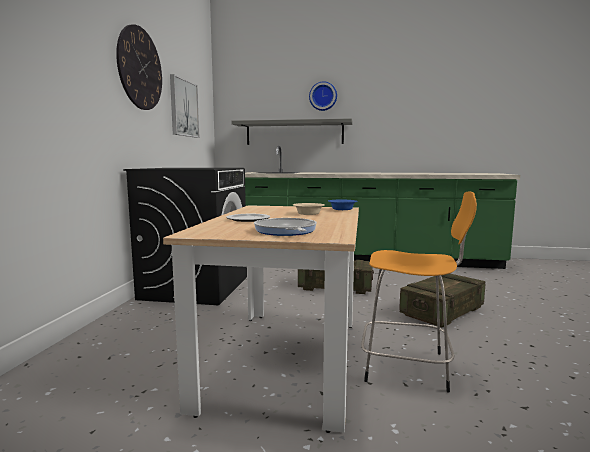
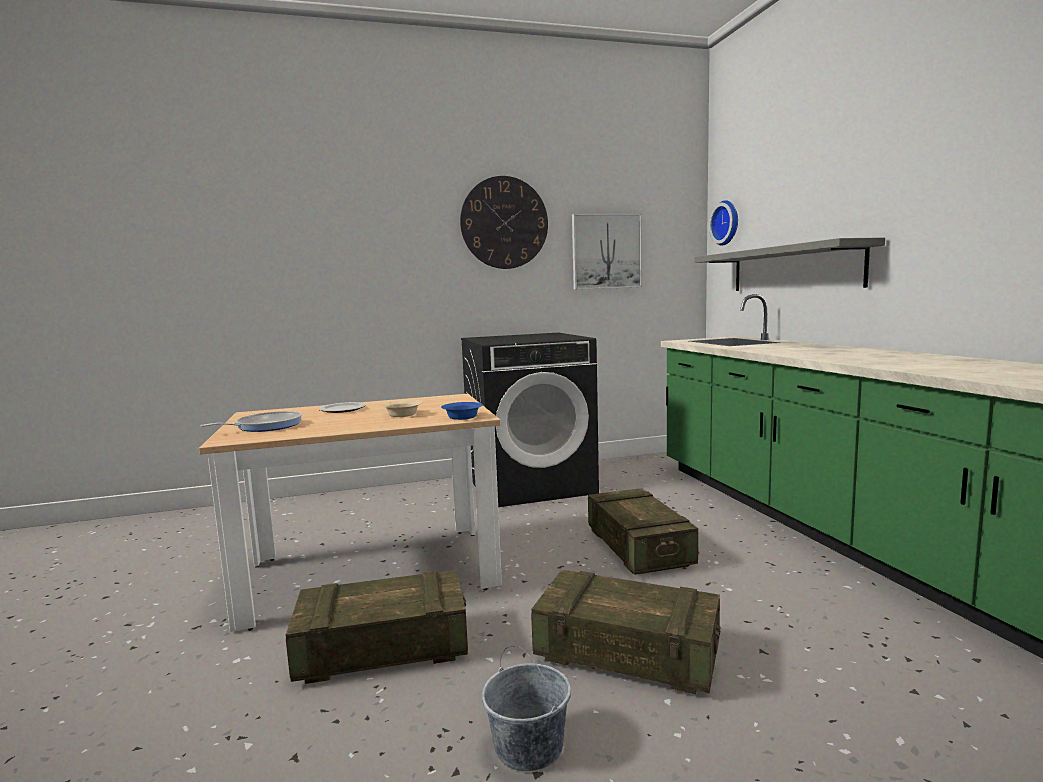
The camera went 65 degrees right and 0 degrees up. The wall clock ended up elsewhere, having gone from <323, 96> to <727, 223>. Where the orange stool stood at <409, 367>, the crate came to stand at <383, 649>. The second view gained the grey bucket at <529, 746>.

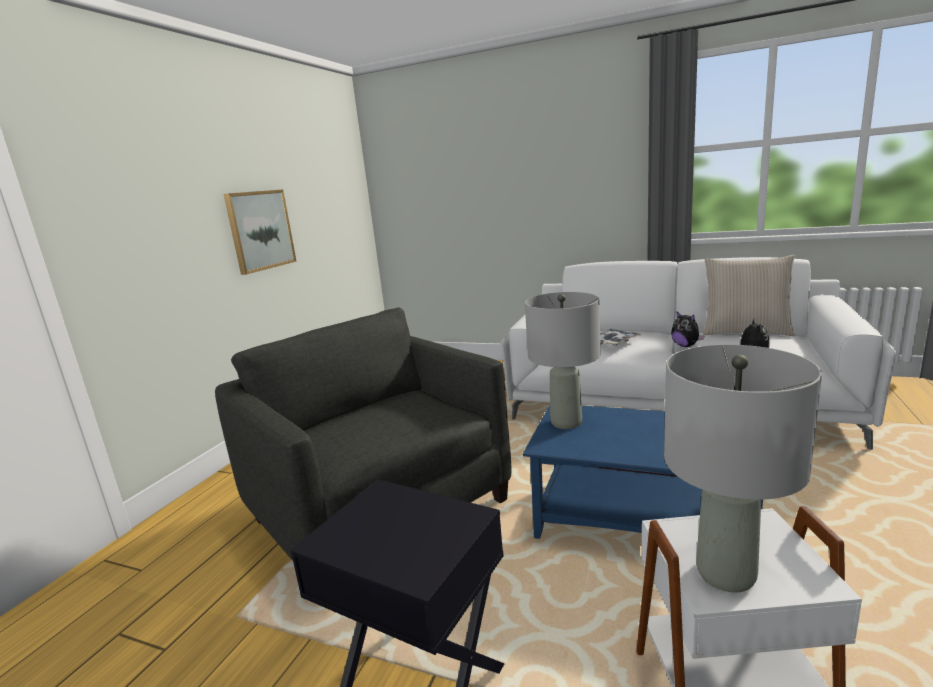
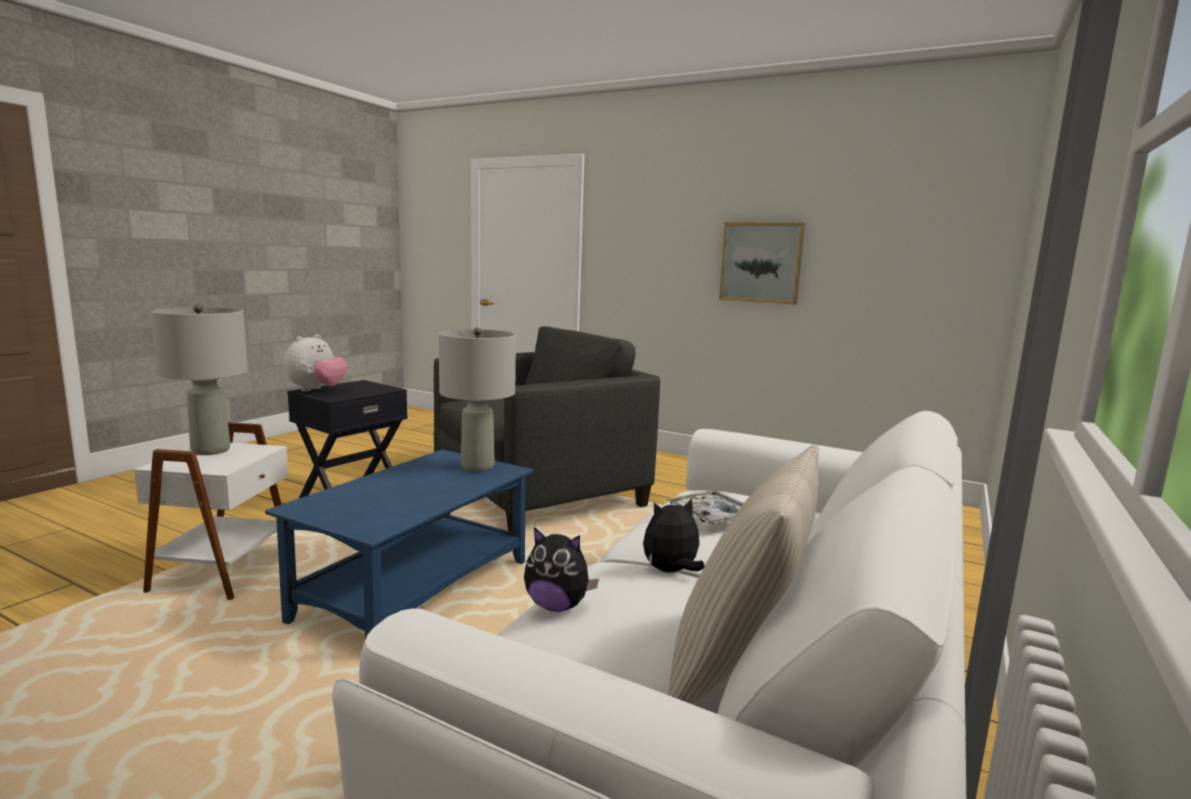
The camera went 95 degrees right and 5 degrees down. The second view gained the plush toy at <317, 390>.

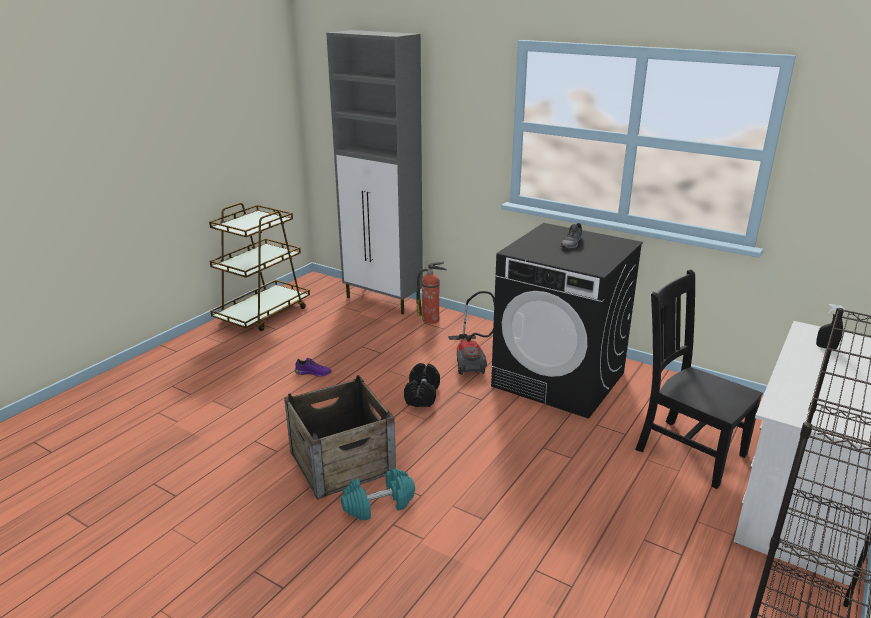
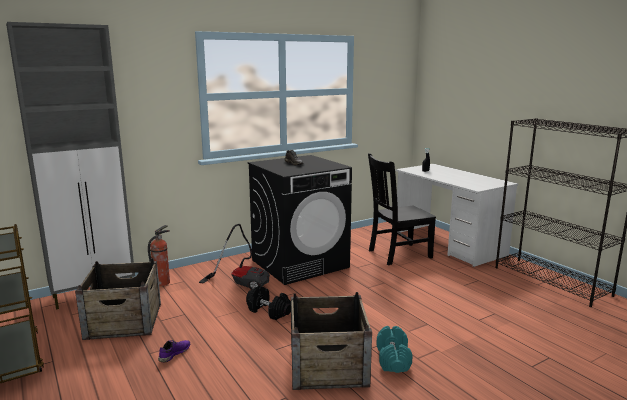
The camera went 65 degrees left and 10 degrees down. The second view gained the crate at <124, 320>.

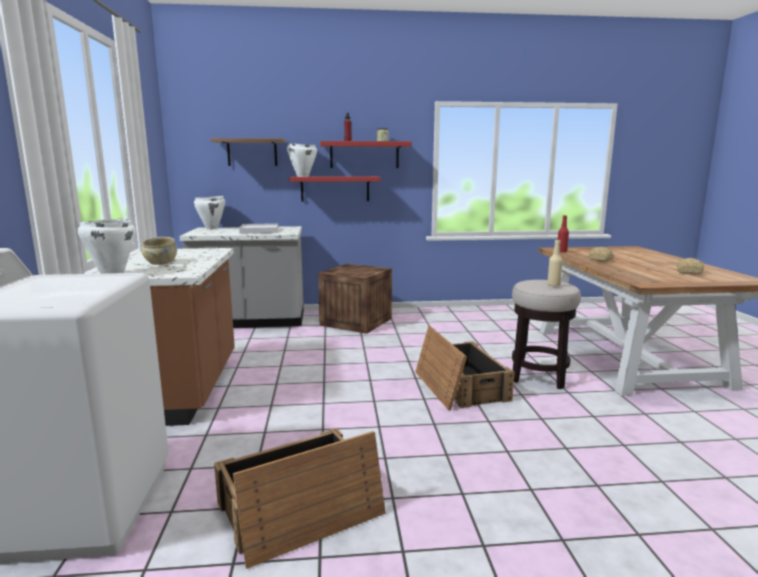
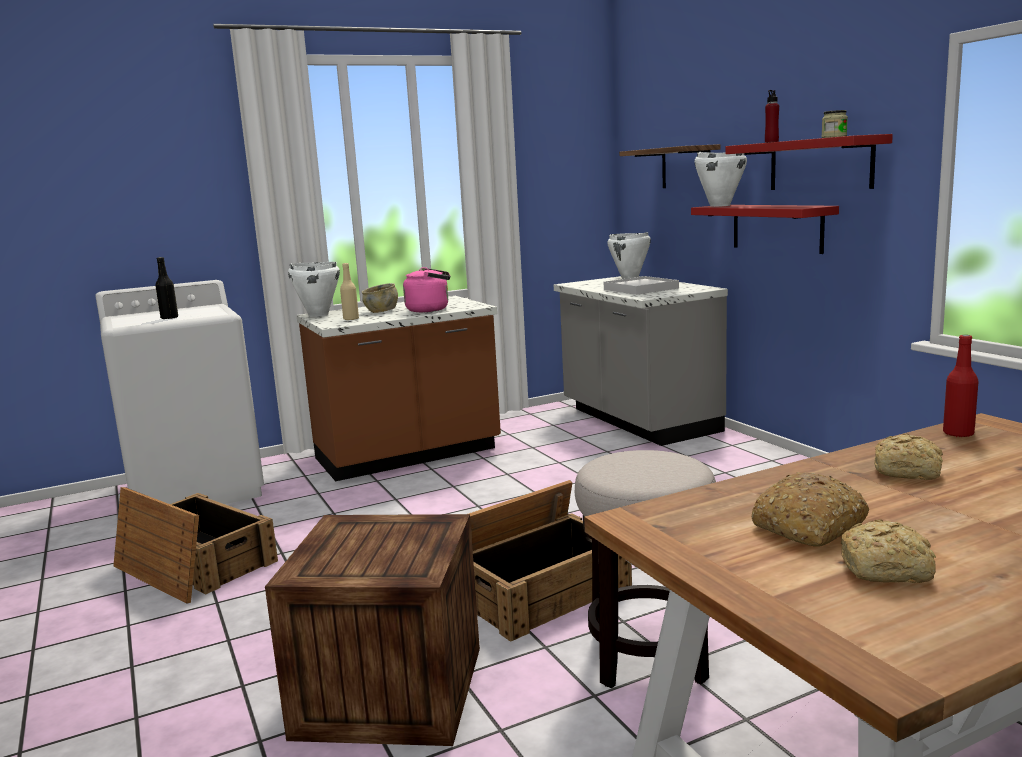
The camera went 70 degrees right and 0 degrees up. The crate ended up elsewhere, having gone from <356, 322> to <390, 691>. The beige bottle ended up elsewhere, having gone from <553, 285> to <351, 319>. The second view gained the black bottle at <169, 318>. The second view gained the pink kettle at <430, 310>. The second view gained the bread at <809, 526>.

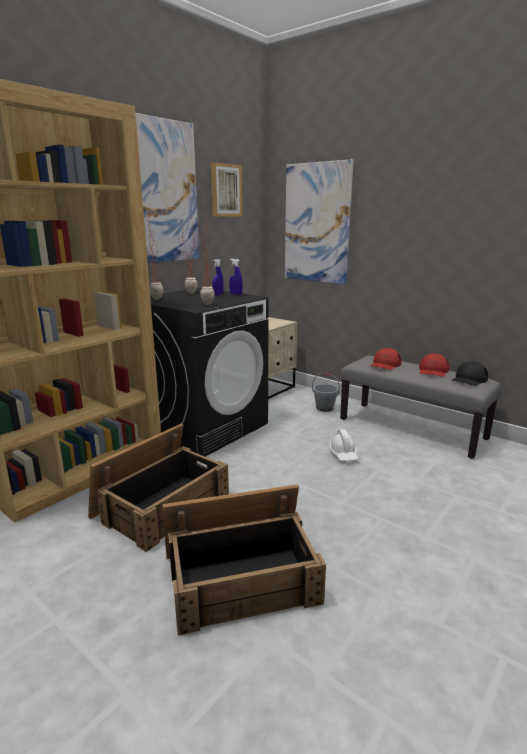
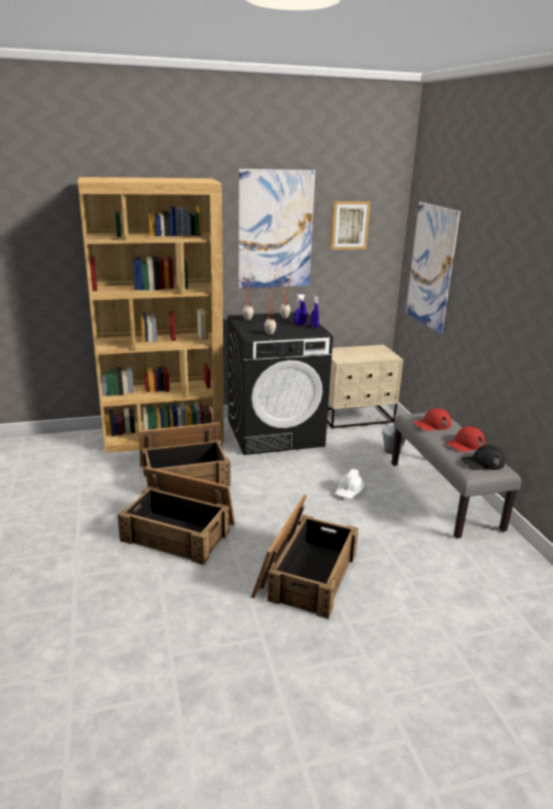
The camera went 35 degrees right and 5 degrees up. The second view gained the crate at <305, 573>.

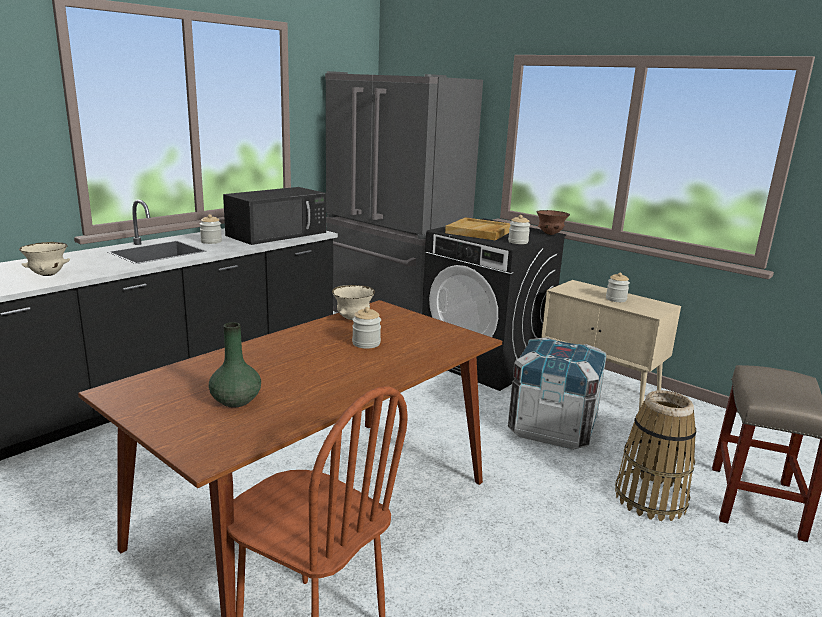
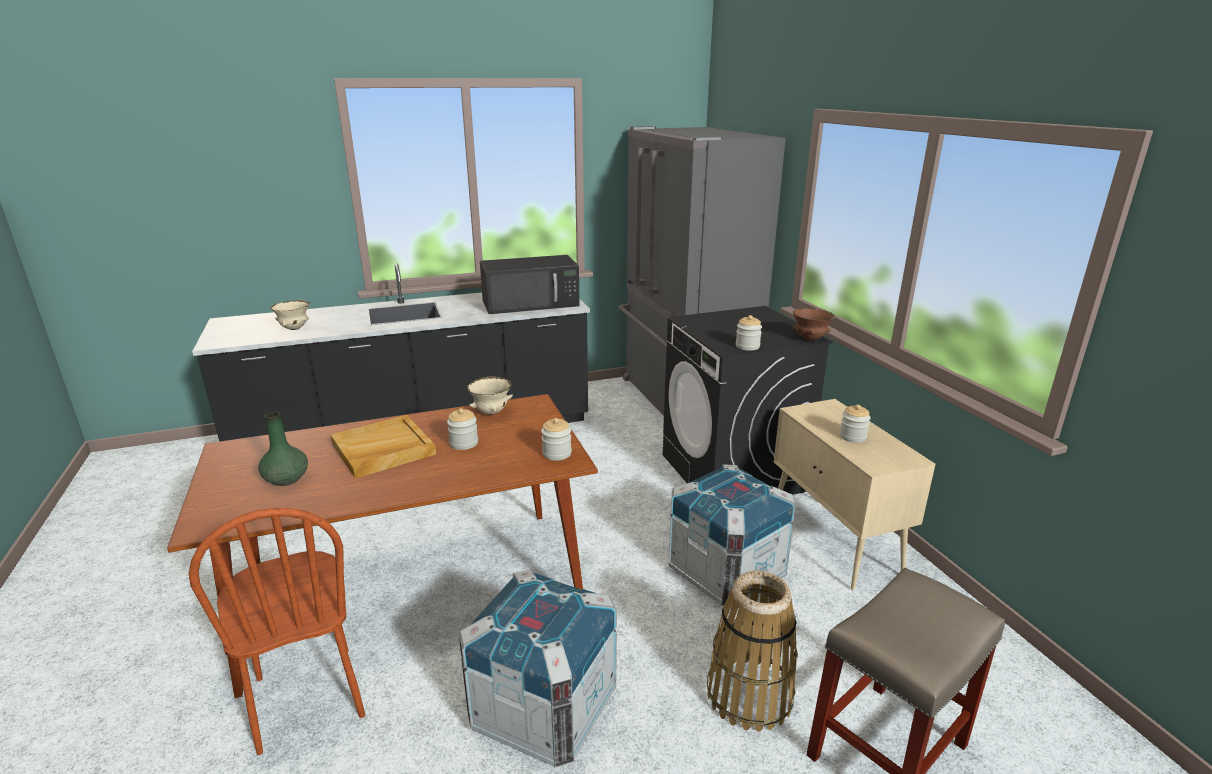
The camera went 30 degrees right and 5 degrees up. The jar ended up elsewhere, having gone from <211, 241> to <557, 453>. The beige tray ended up elsewhere, having gone from <479, 232> to <383, 449>. The second view gained the crate at <544, 709>.

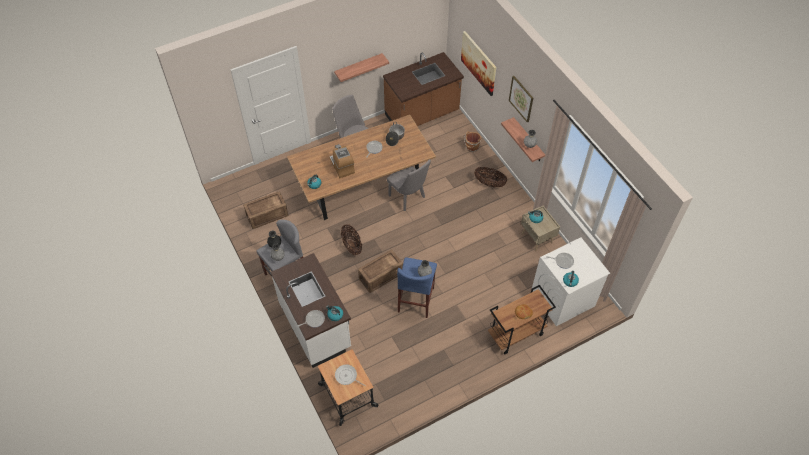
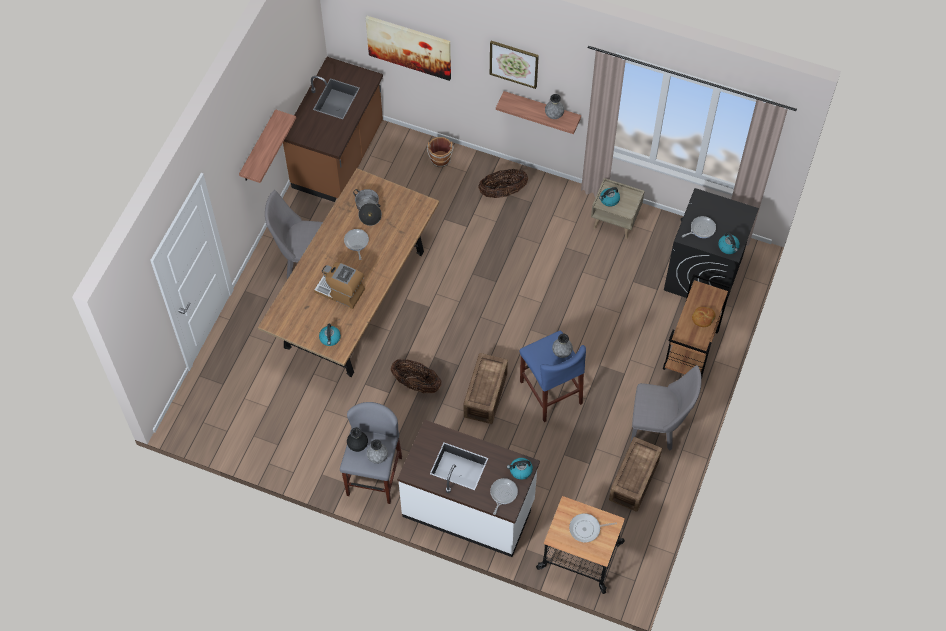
The camera went 40 degrees left and 5 degrees up. The crate ended up elsewhere, having gone from <266, 215> to <632, 480>. The grey chair ended up elsewhere, having gone from <409, 198> to <658, 428>. What was the white washing machine at <562, 299> turned into the black washing machine at <703, 274>.

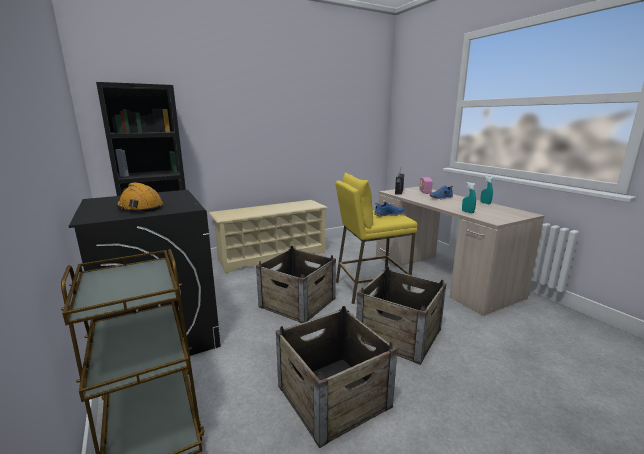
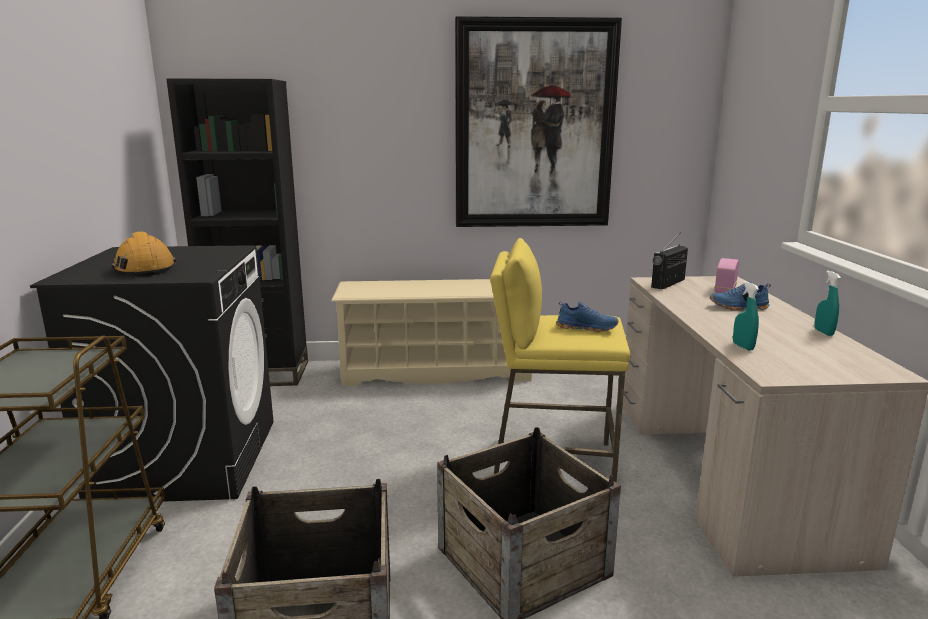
The camera went 25 degrees right and 0 degrees up. The second view lost the crate at <297, 302>. The second view gained the picture at <534, 126>.

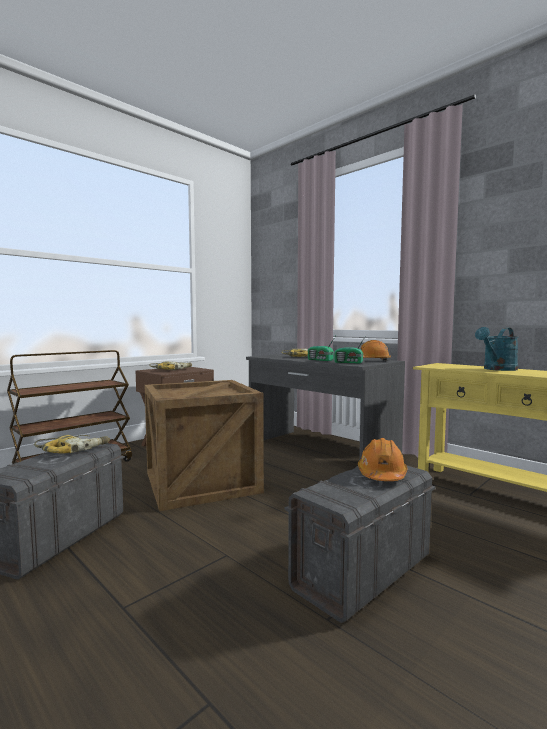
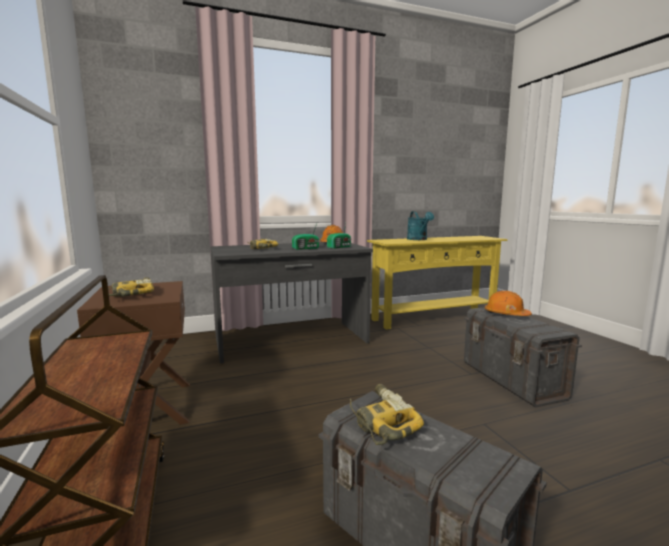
The camera went 65 degrees left and 5 degrees up. The second view lost the crate at <200, 483>.

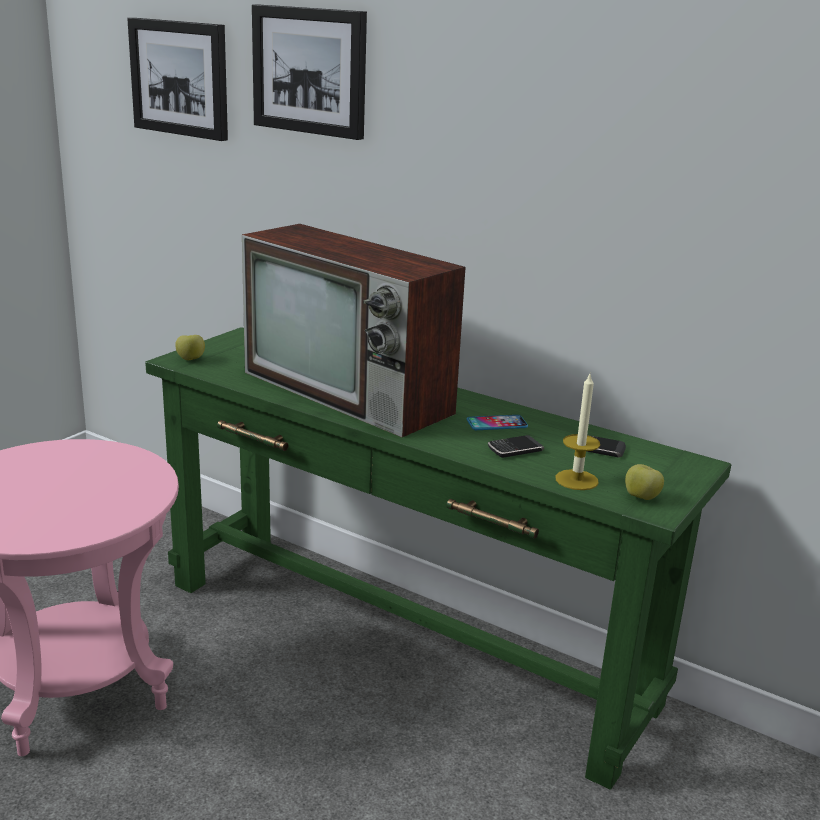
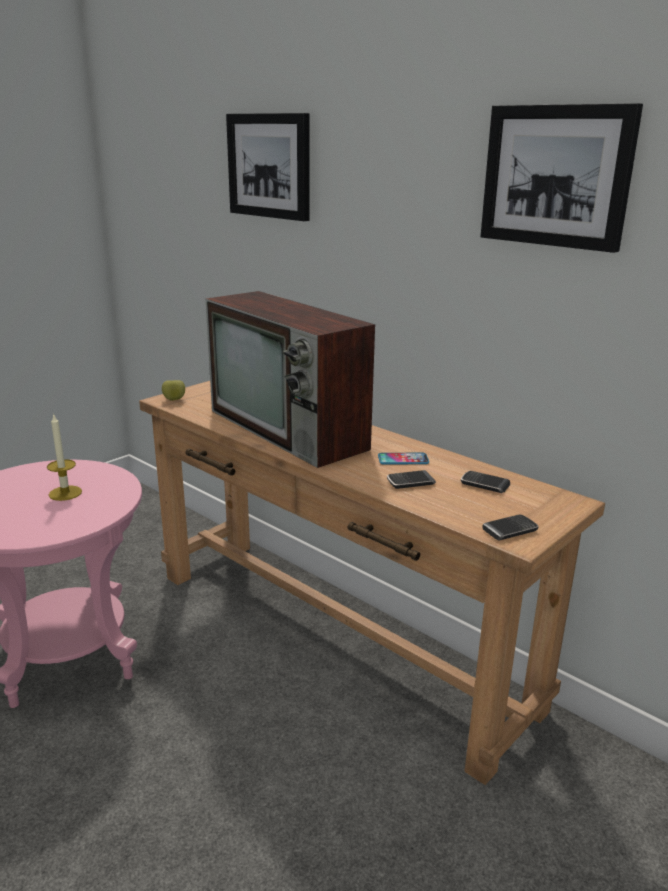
The camera went 10 degrees right and 0 degrees up. The picture ended up elsewhere, having gone from <180, 78> to <556, 176>. What was the green console table at <402, 642> turned into the brown console table at <334, 637>. The candle ended up elsewhere, having gone from <576, 480> to <65, 493>. Where the apple stood at <641, 498>, the phone came to stand at <510, 530>.

